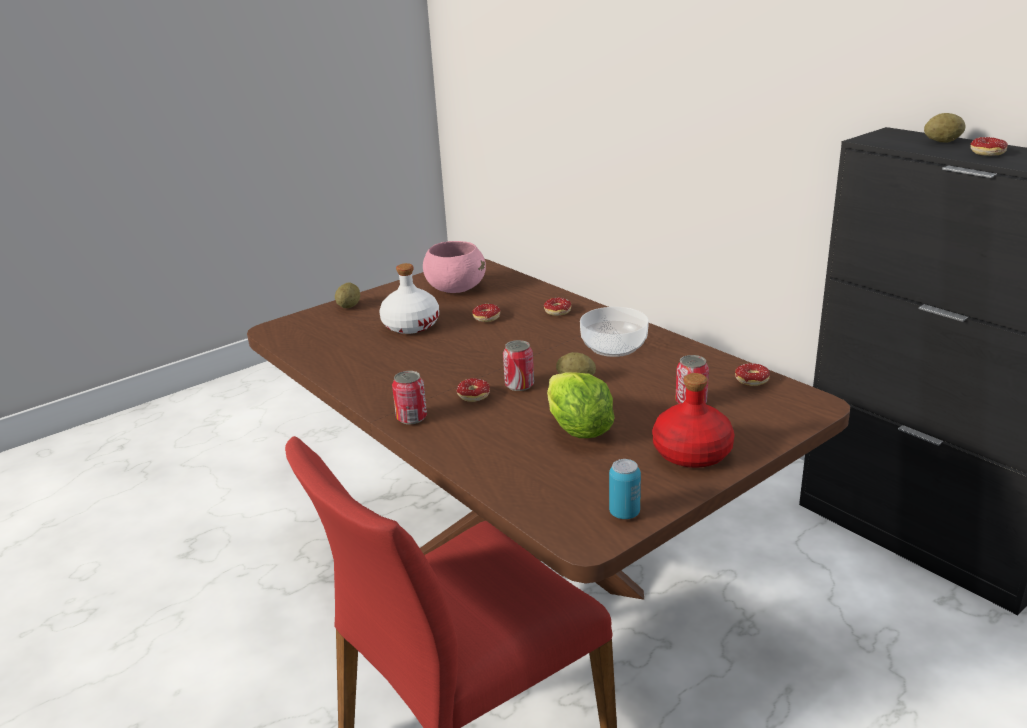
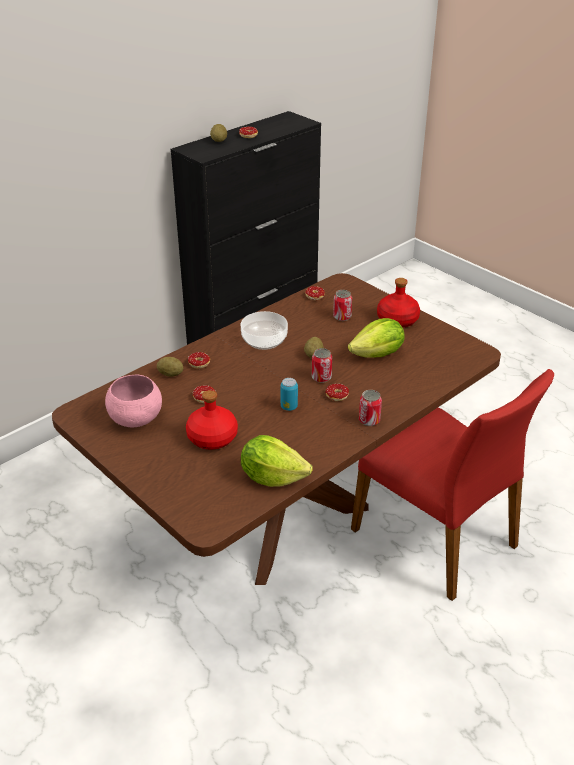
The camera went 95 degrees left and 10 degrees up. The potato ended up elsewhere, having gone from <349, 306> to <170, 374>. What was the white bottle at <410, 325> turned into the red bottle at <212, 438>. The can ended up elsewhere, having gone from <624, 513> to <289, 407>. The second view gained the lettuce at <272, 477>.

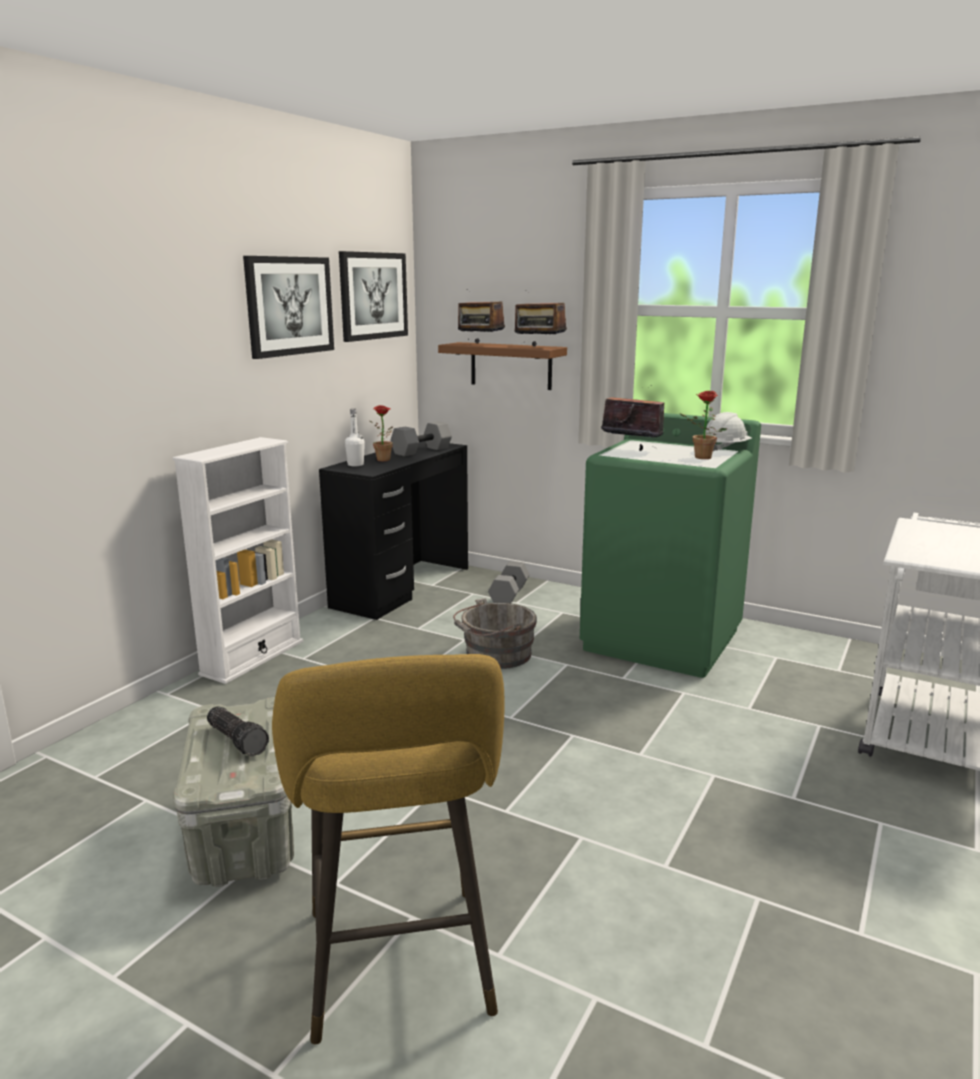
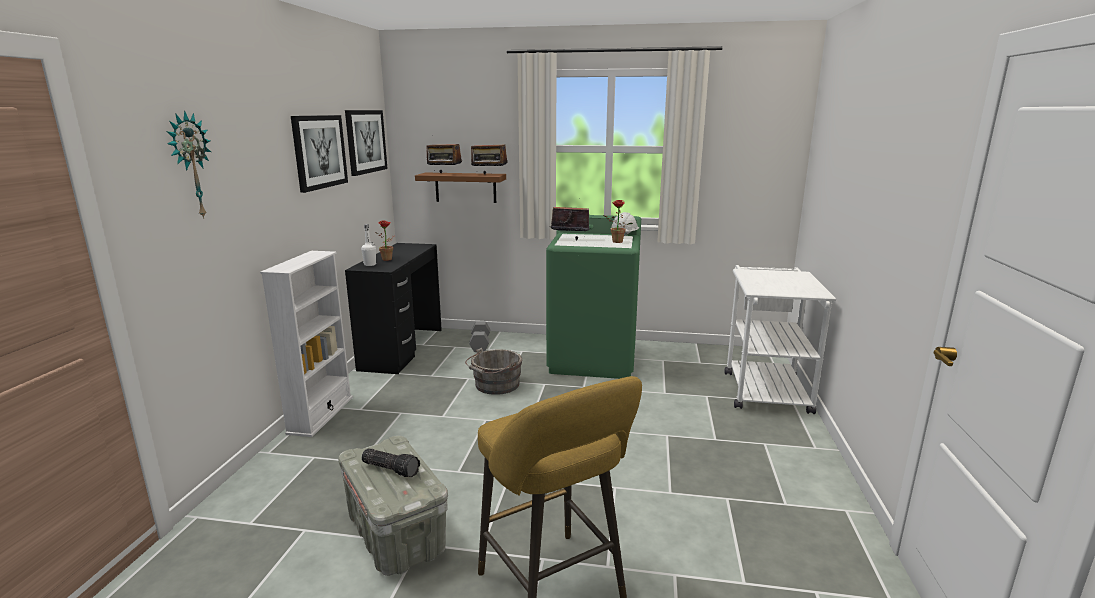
The camera went 20 degrees left and 0 degrees up. The second view lost the grey dumbbell at <421, 451>. The second view gained the wall clock at <190, 166>.

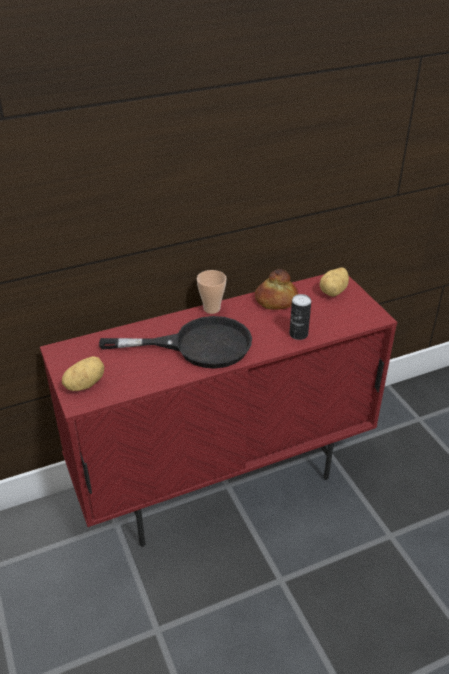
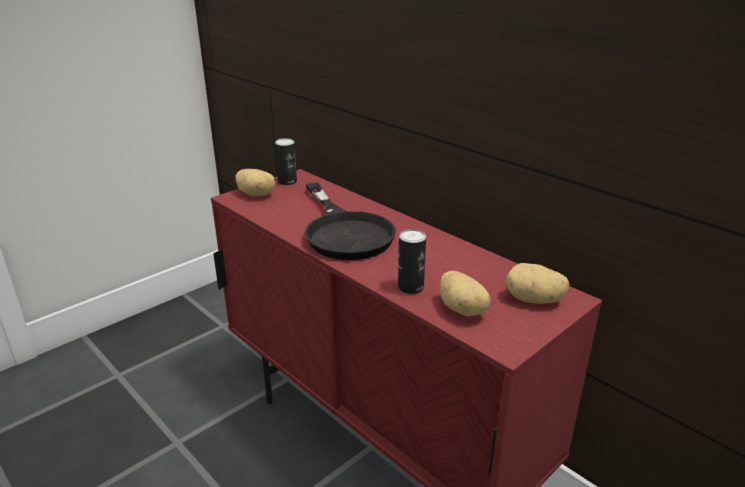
The camera went 70 degrees right and 10 degrees down. The second view lost the cup at <212, 309>. The second view lost the bread at <276, 300>. The second view gained the can at <287, 182>. The second view gained the potato at <463, 309>.

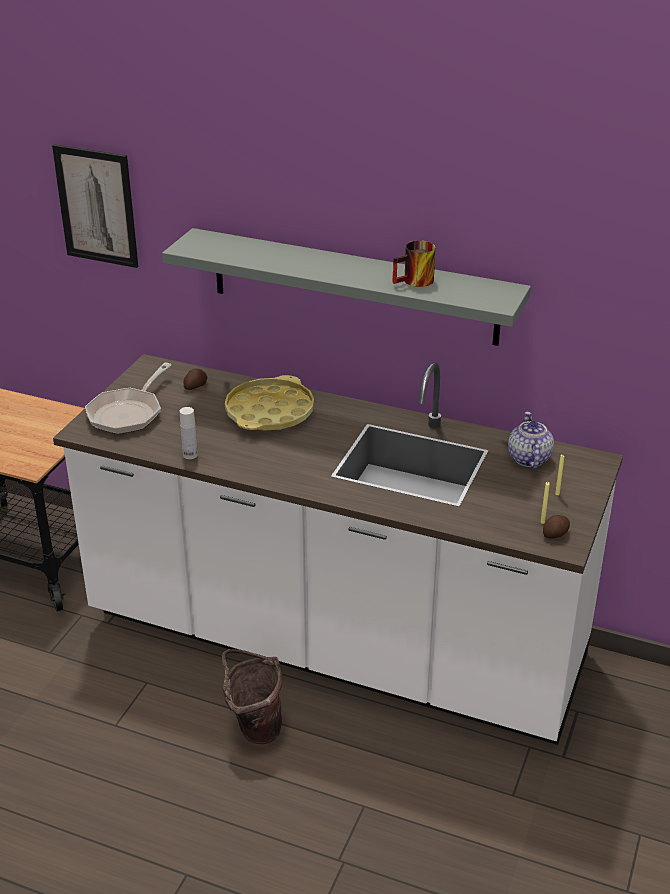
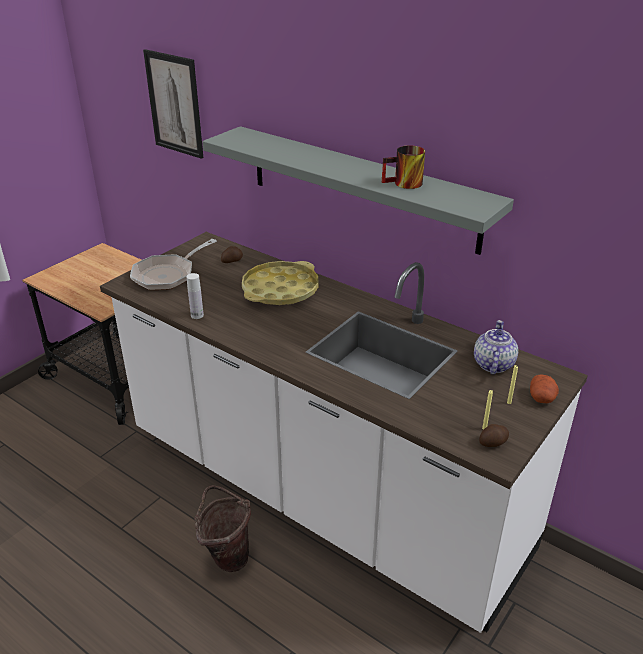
The camera went 15 degrees right and 0 degrees up. The second view gained the potato at <542, 398>.

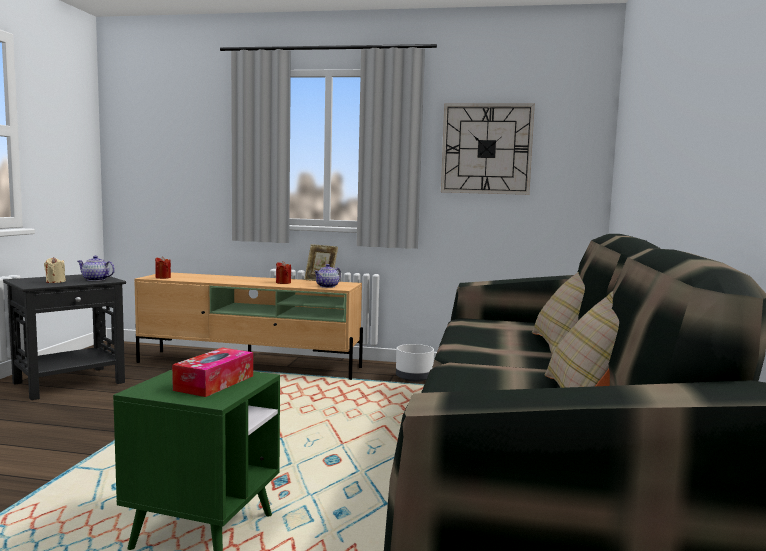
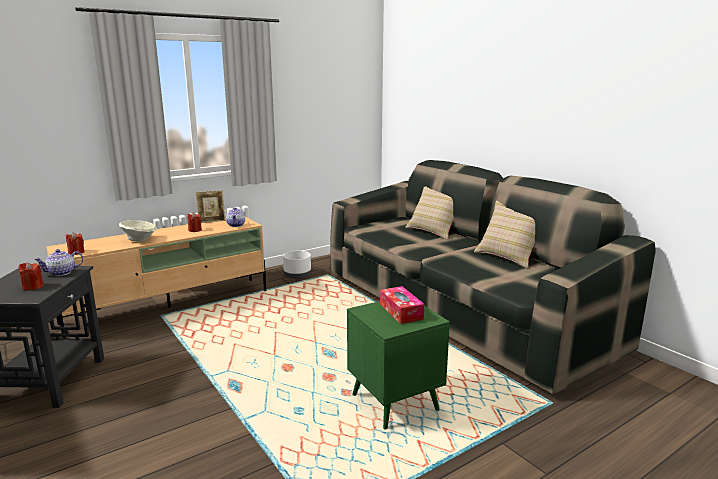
The camera went 45 degrees left and 10 degrees up. What was the beige candle at <55, 281> turned into the red candle at <33, 287>. The second view lost the wall clock at <486, 149>. The second view gained the beige bowl at <139, 240>.

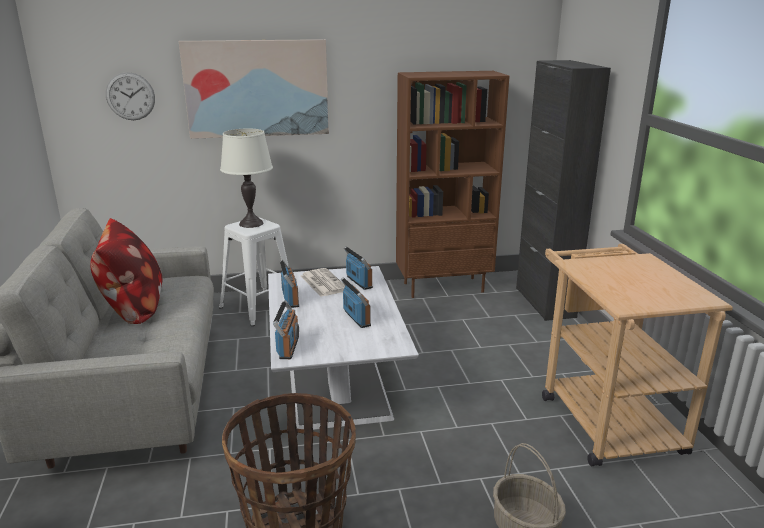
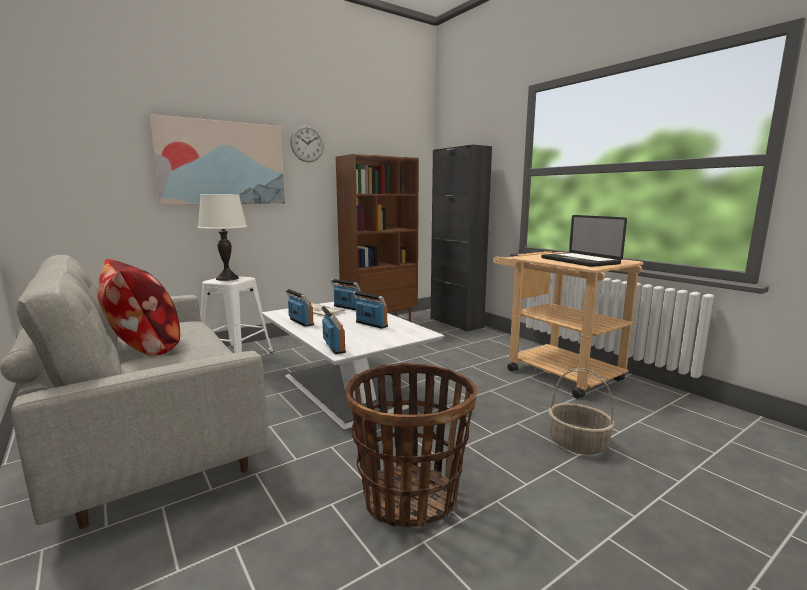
The camera went 25 degrees left and 10 degrees down. The wall clock ended up elsewhere, having gone from <130, 96> to <307, 143>. The second view gained the laptop at <579, 261>.

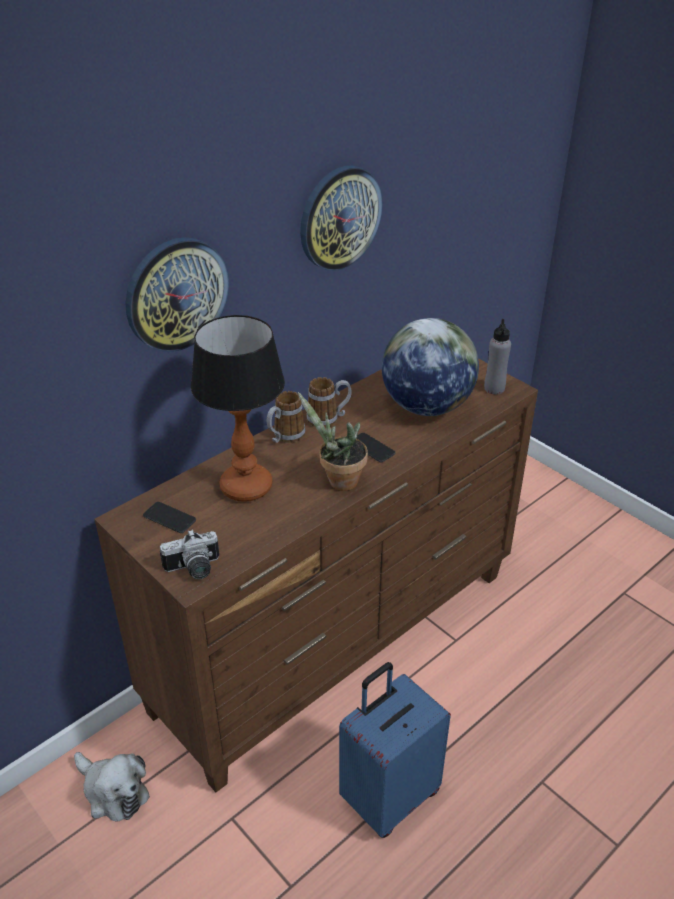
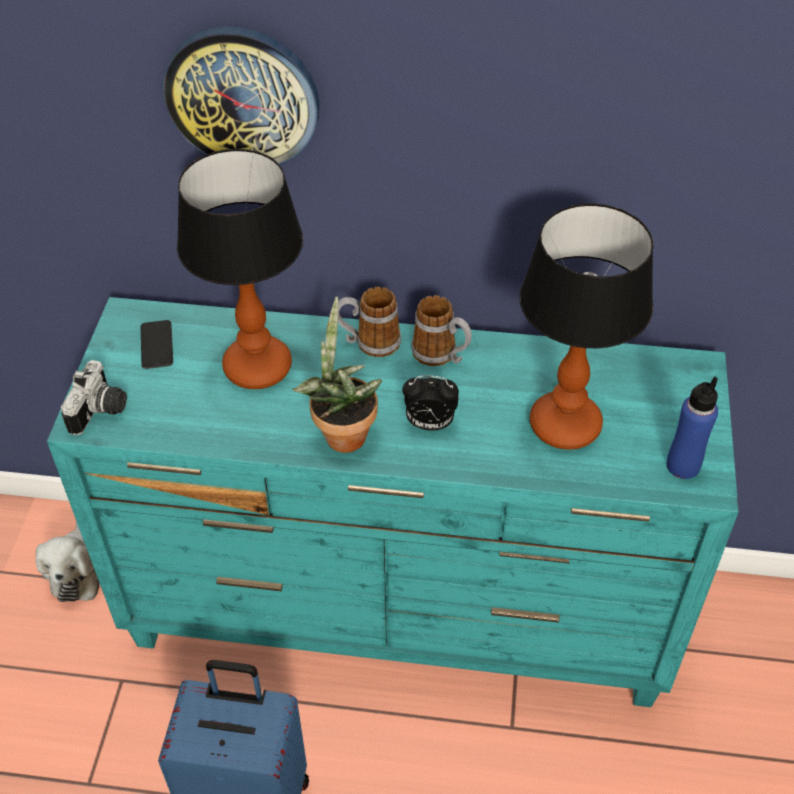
The camera went 50 degrees right and 10 degrees up. What was the brown dresser at <338, 641> turned into the turquoise dresser at <400, 615>. The photo camera at <194, 569> ended up facing another way, 105 degrees counterclockwise from before. The second view lost the wall clock at <339, 218>. Where the phone stood at <371, 448>, the alarm clock came to stand at <429, 424>. Where the globe stood at <426, 406>, the table lamp came to stand at <564, 424>. What was the grey bottle at <494, 388> turned into the blue bottle at <682, 465>.

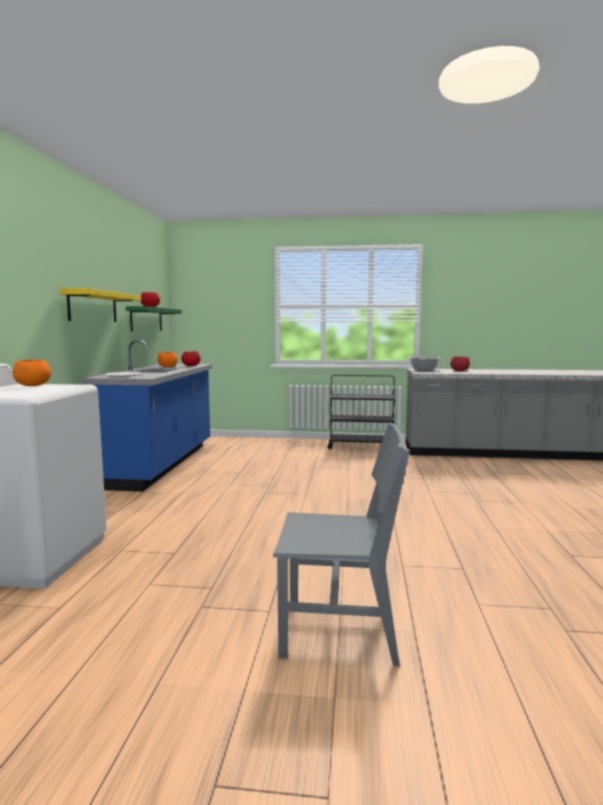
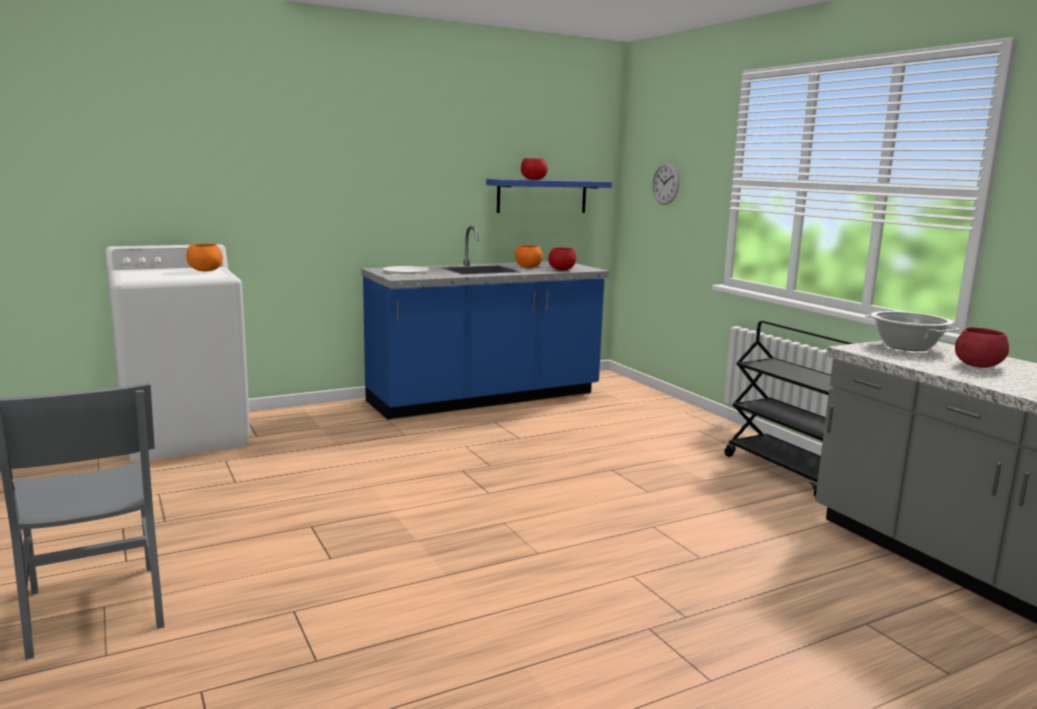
The camera went 55 degrees right and 5 degrees up. The second view lost the yellow shelf at <93, 307>. What was the green shelf at <146, 319> turned into the blue shelf at <542, 196>. The second view gained the wall clock at <665, 183>.

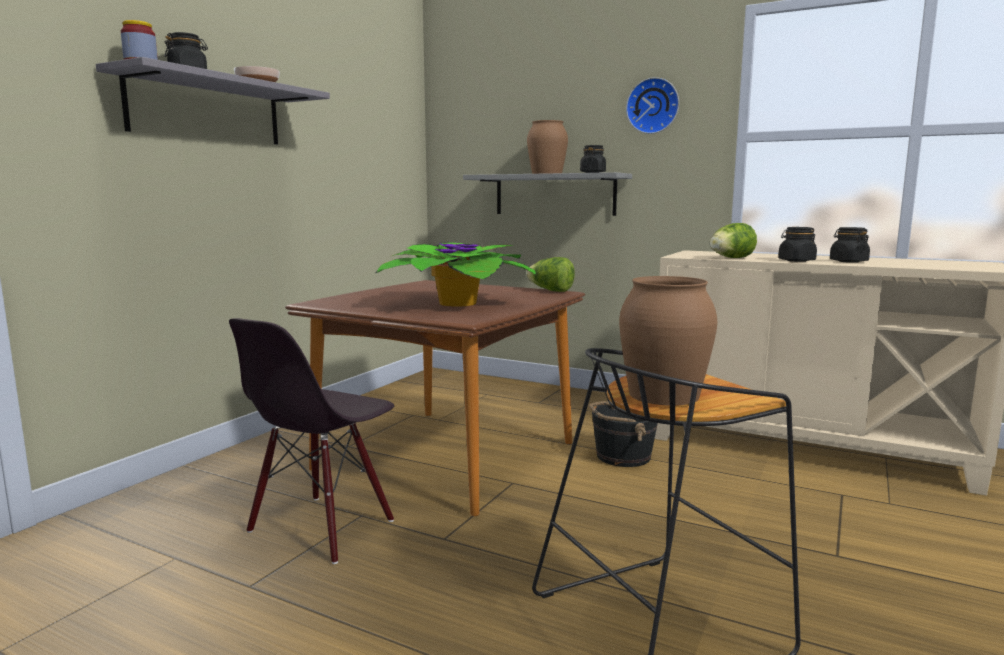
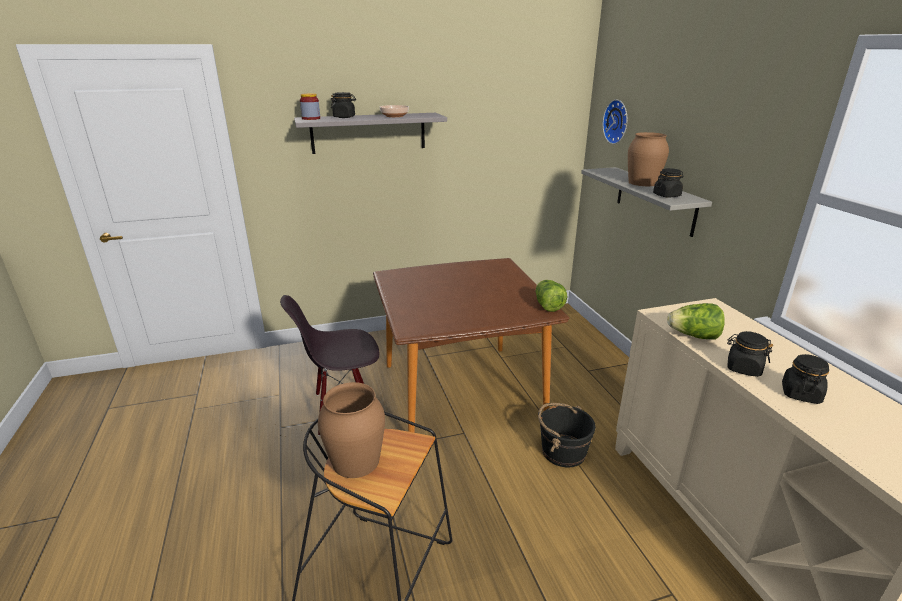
The camera went 45 degrees right and 15 degrees up. The second view lost the potted plant at <456, 304>. The wall clock ended up elsewhere, having gone from <653, 106> to <617, 122>.

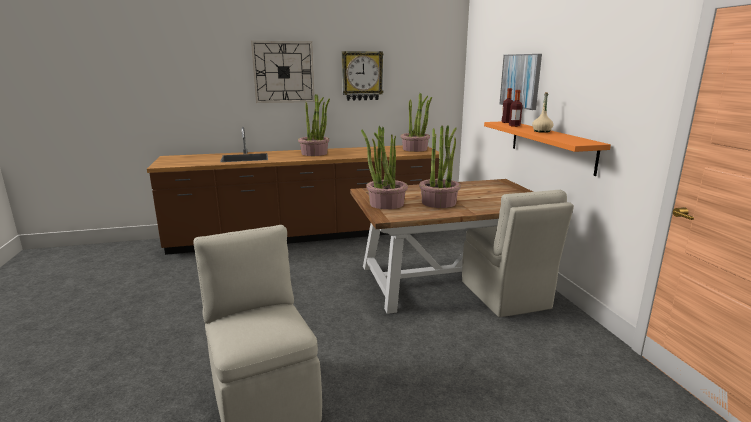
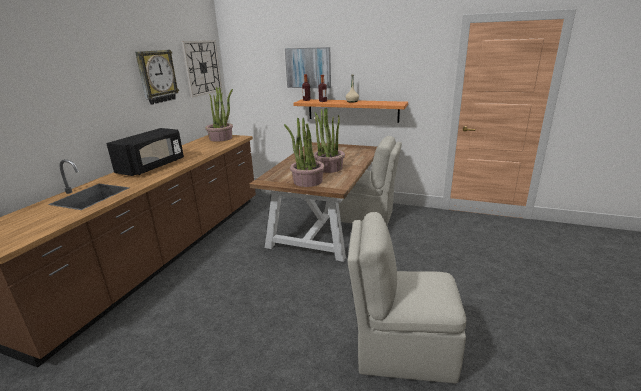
The camera went 55 degrees left and 5 degrees up. The wall clock ended up elsewhere, having gone from <283, 72> to <202, 67>. Where the potted plant stood at <314, 153>, the black microwave came to stand at <153, 167>.

